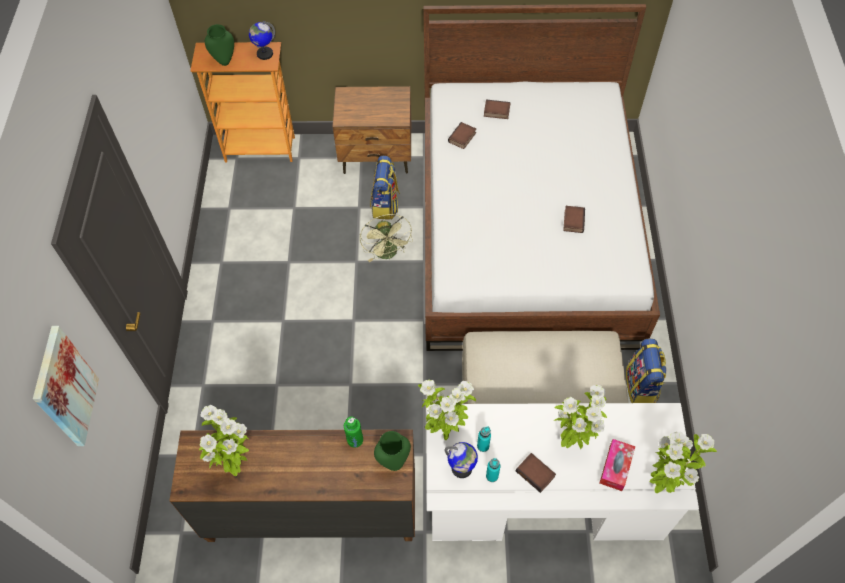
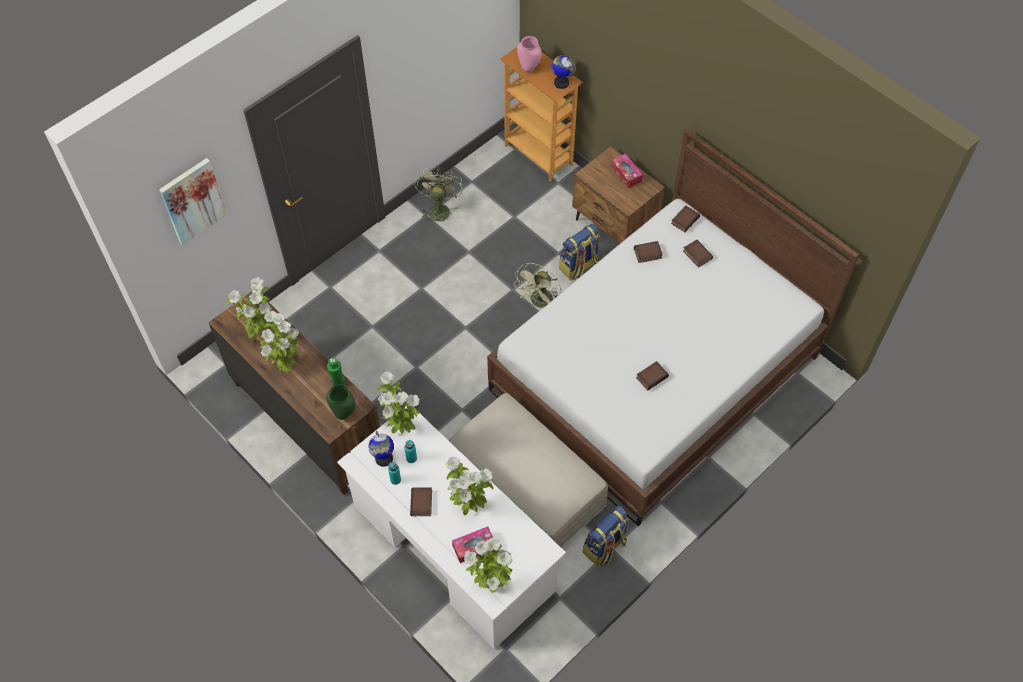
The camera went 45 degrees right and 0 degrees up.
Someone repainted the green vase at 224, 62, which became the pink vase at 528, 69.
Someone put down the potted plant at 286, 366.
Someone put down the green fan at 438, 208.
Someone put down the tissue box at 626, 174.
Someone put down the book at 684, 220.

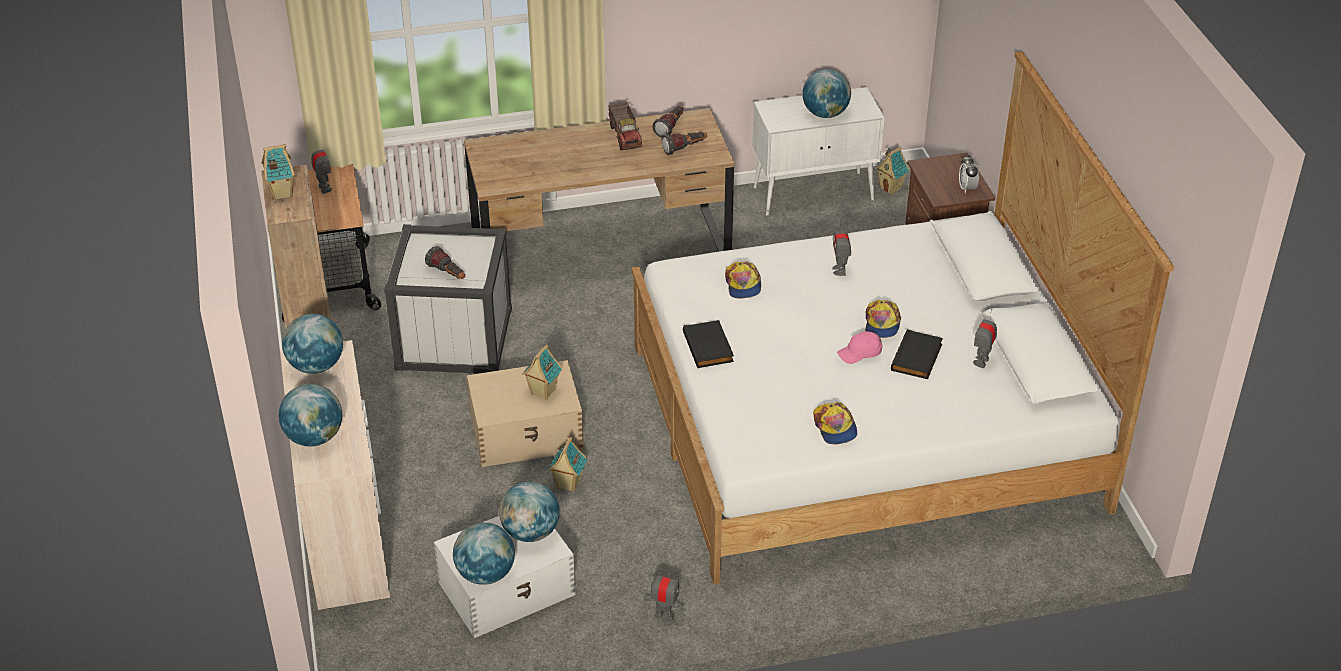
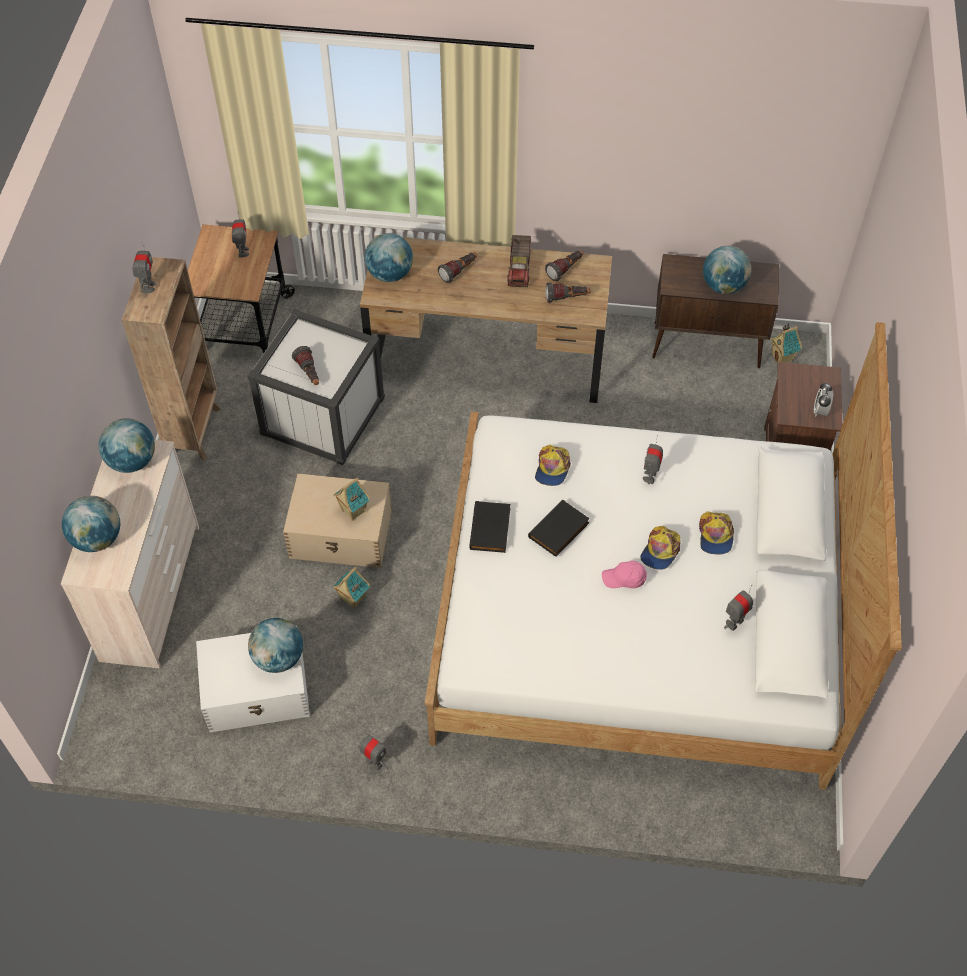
The camera went 20 degrees right and 15 degrees up.
Someone swapped the toy house at 281, 193 for the toy robot at 148, 287.
Someone carried the globe from 485, 574 to 390, 274.
Someone repainted the white cabinet at 814, 194, which became the brown cabinet at 707, 345.
Someone carried the cap from 835, 427 to 715, 535.
Someone carried the black book from 917, 358 to 559, 531.
Someone put down the flashlight at 459, 272.

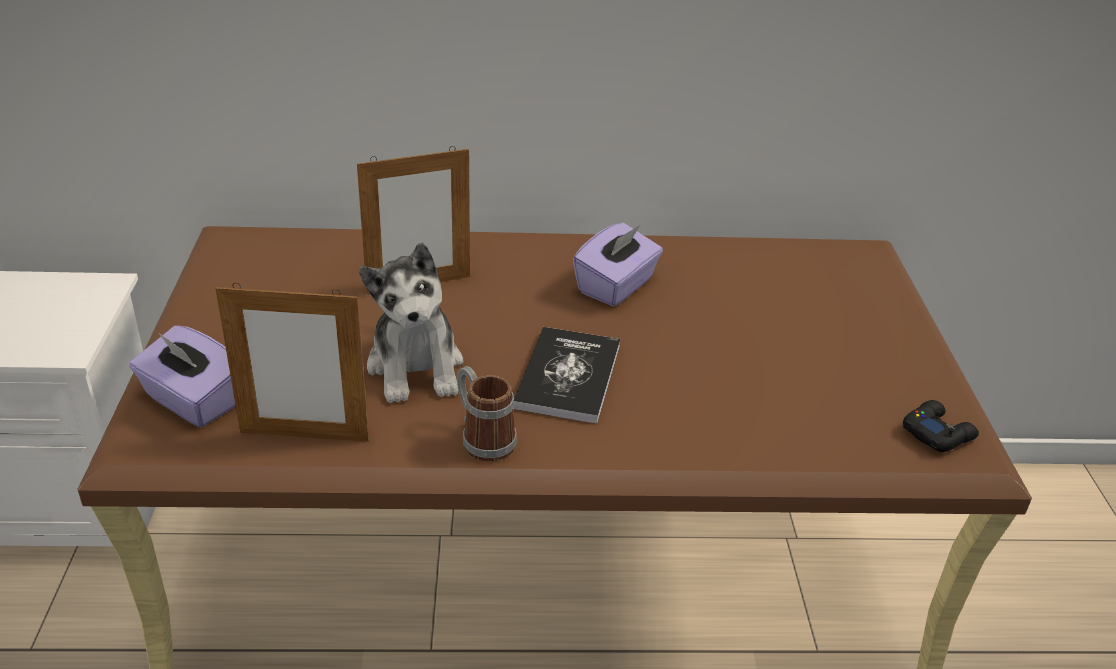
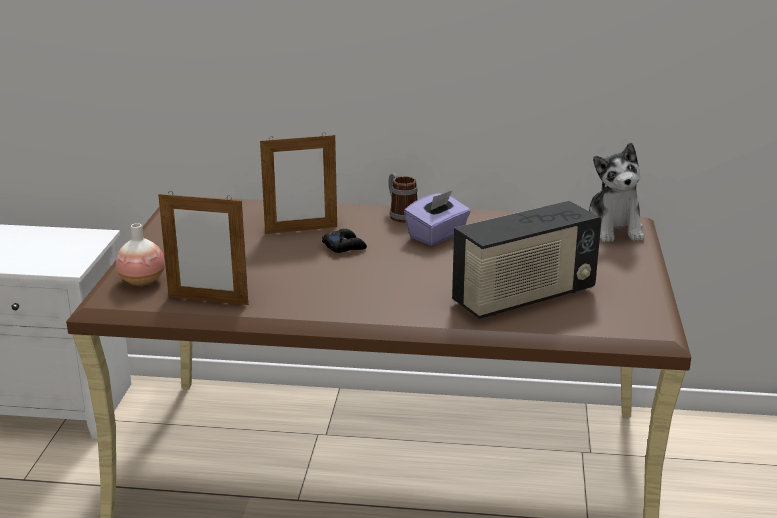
The camera went 10 degrees right and 10 degrees down.
Someone swapped the purple tissue box at 193, 401 for the vase at 142, 281.
Someone carried the plush toy from 416, 367 to 614, 228.
Someone carried the mug from 482, 438 to 400, 215.
Someone took away the book at 568, 376.
Someone carried the black game controller from 937, 433 to 344, 246.
Someone put down the radio at 524, 297.

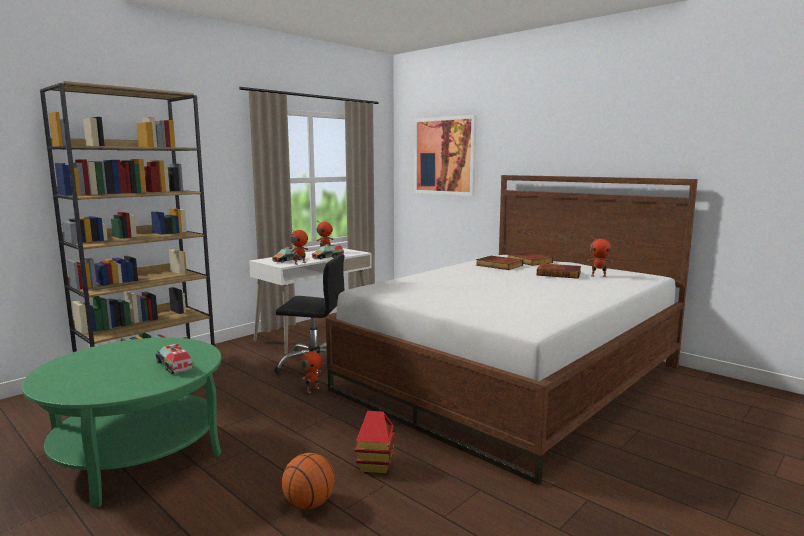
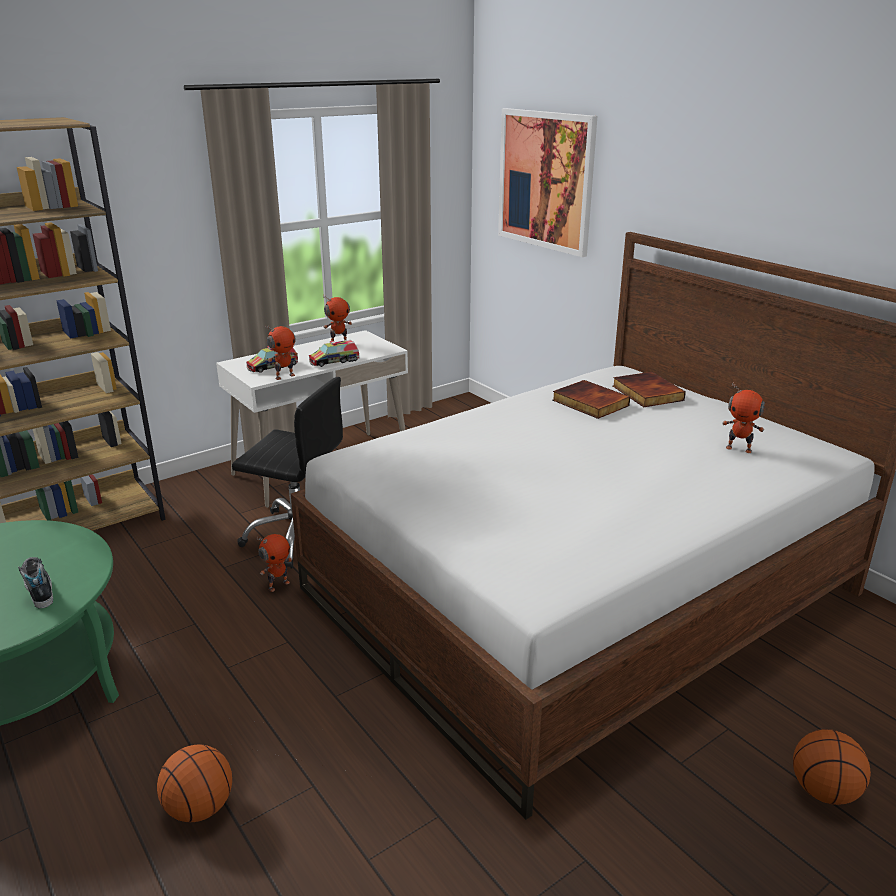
The camera went 10 degrees right and 15 degrees up.
Someone swapped the toy truck at 174, 365 for the shoe at 39, 590.
Someone took away the toy house at 375, 464.
Someone took away the book at 559, 273.
Someone put down the basketball at 823, 791.

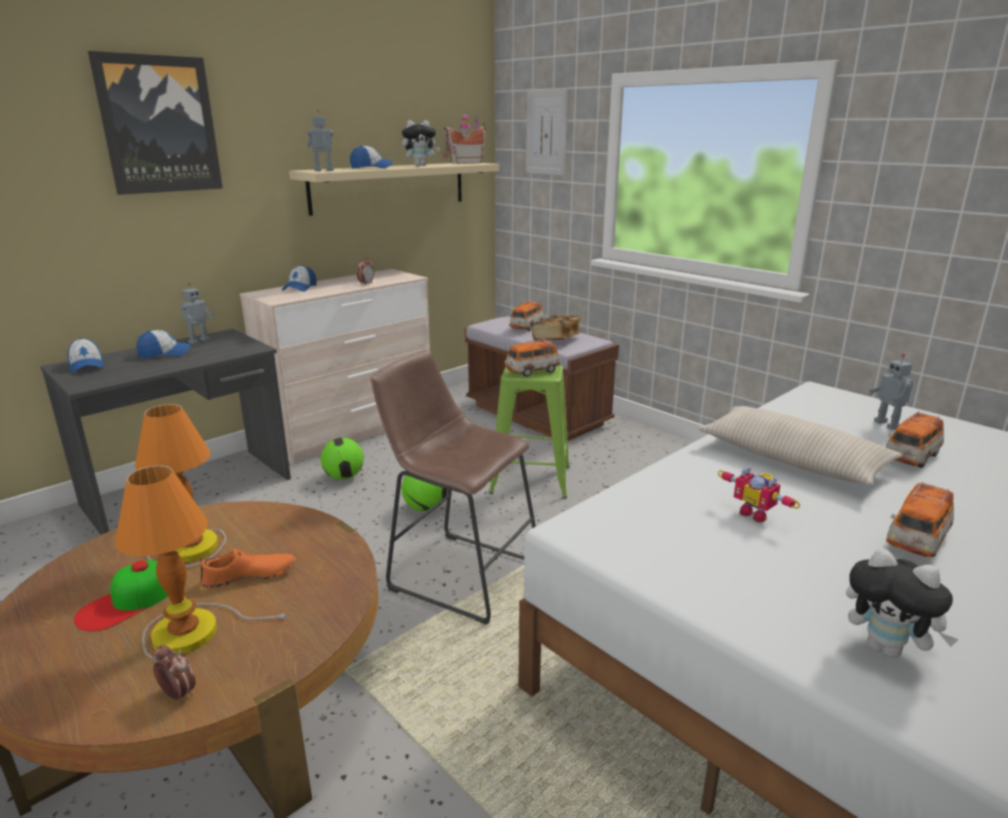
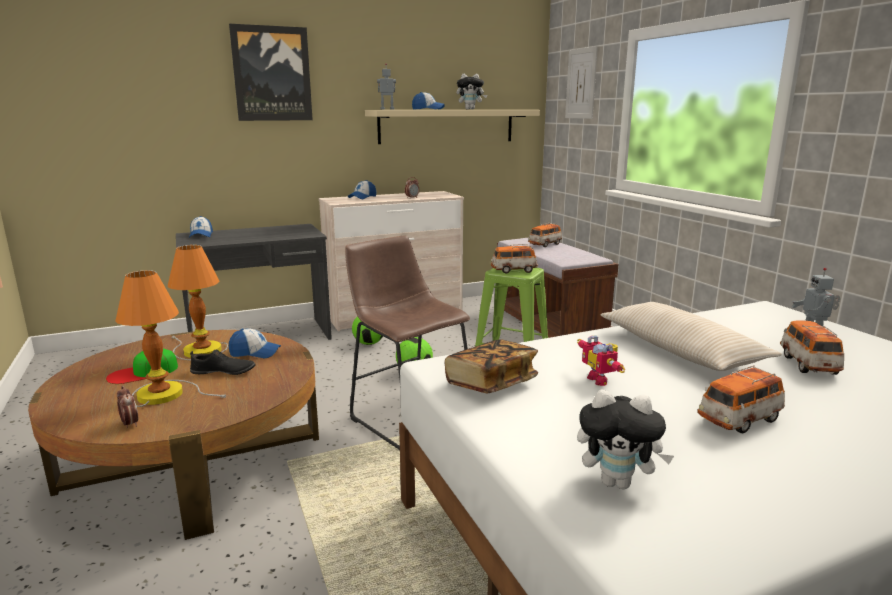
The camera went 20 degrees right and 5 degrees down.
Someone carried the cap from 165, 353 to 255, 353.
Someone took away the toy robot at 198, 341.
Someone repainted the orange shoe at 249, 576, which became the black shoe at 223, 372.
Someone took away the toy house at 464, 163.
Someone carried the book from 557, 339 to 491, 383.
Someone rotated the plush toy at 887, 649 by 45 degrees counterclockwise.
Someone rotated the toy car at 911, 457 by 120 degrees clockwise.

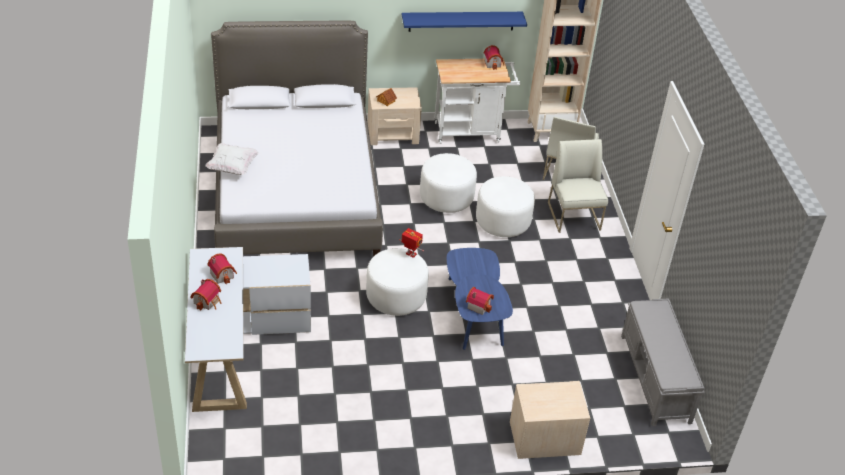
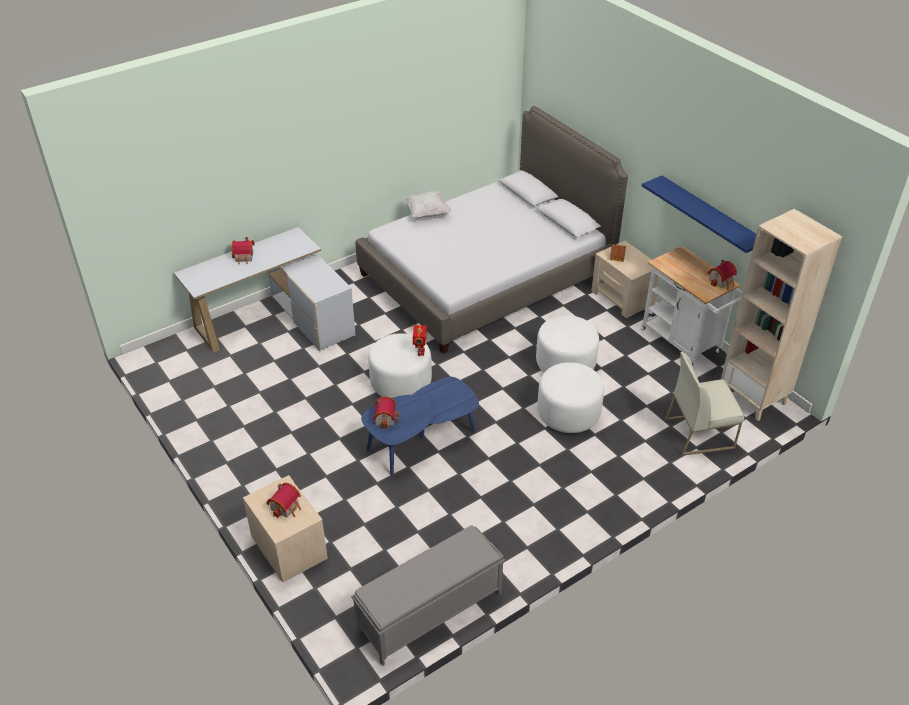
The camera went 65 degrees right and 0 degrees up.
Someone carried the toy house from 223, 274 to 286, 507.
Someone took away the white chair at 574, 216.

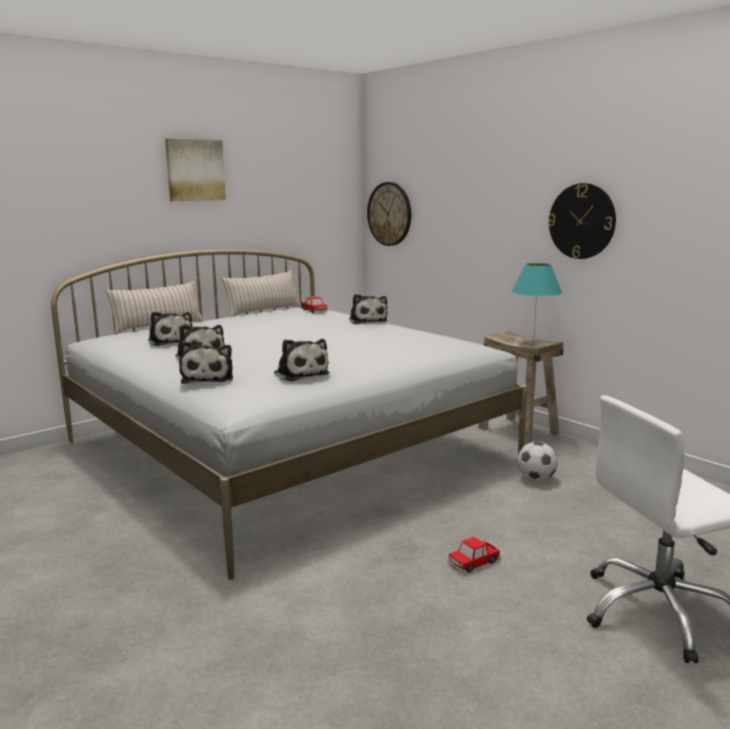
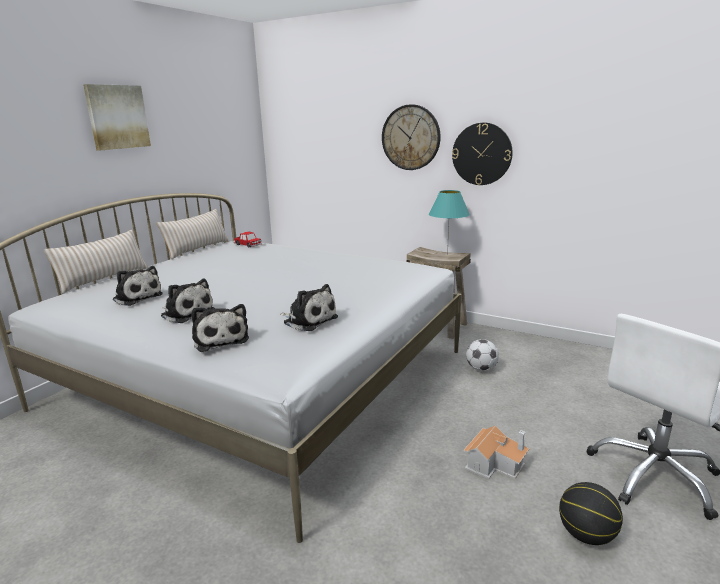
The camera went 20 degrees left and 5 degrees up.
Someone took away the plush toy at 367, 321.
Someone carried the wall clock from 389, 214 to 411, 137.
Someone swapped the toy car at 473, 562 for the toy house at 495, 463.
Someone put down the basketball at 586, 535.

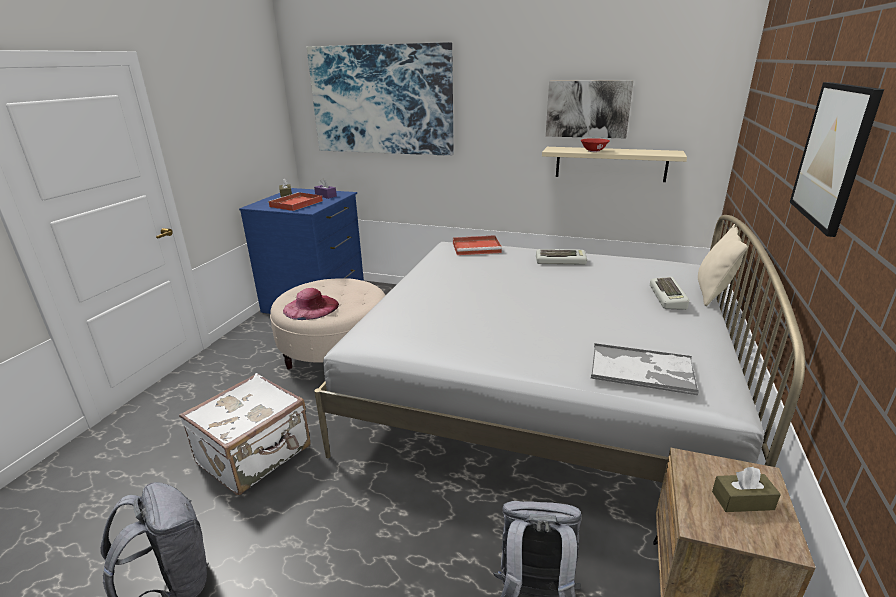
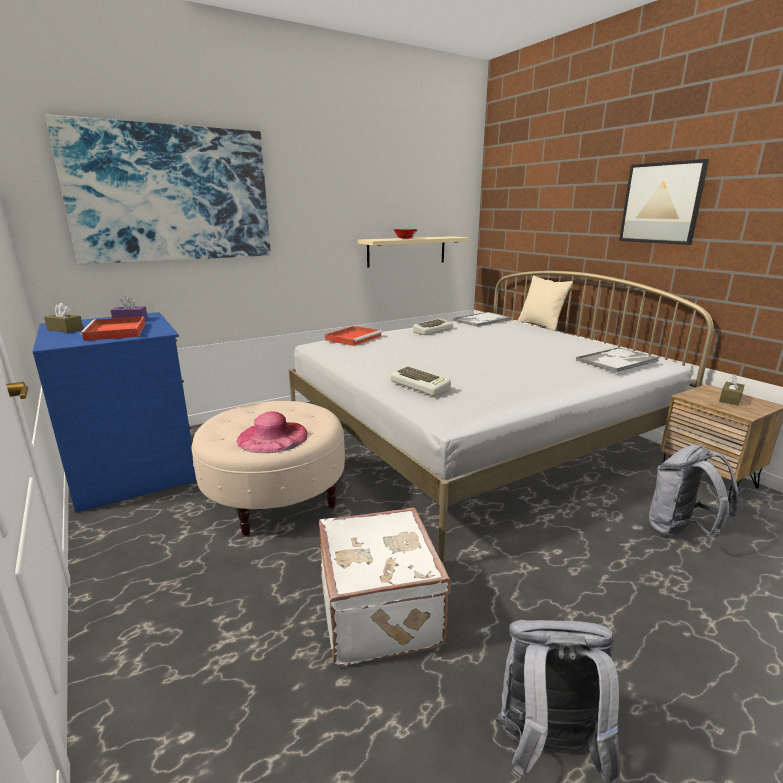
The camera went 50 degrees left and 5 degrees down.
Someone took away the picture at 587, 109.
Someone carried the keyboard from 669, 297 to 421, 385.
Someone put down the tray at 482, 320.

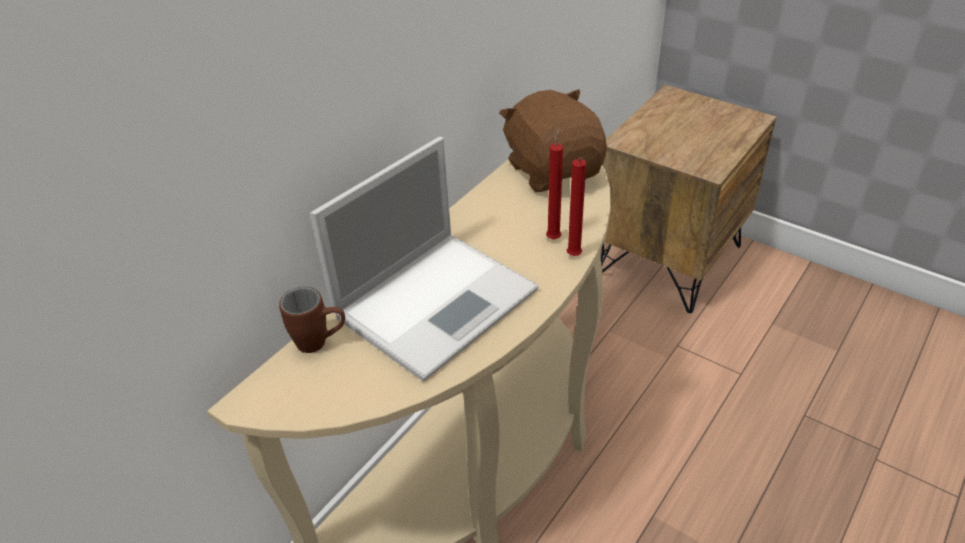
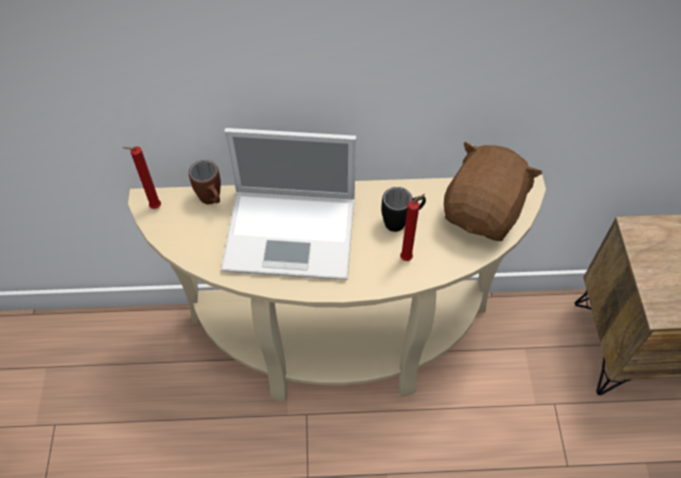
The camera went 50 degrees right and 15 degrees up.
Someone carried the red candle from 573, 257 to 154, 207.
Someone put down the black mug at 401, 222.

